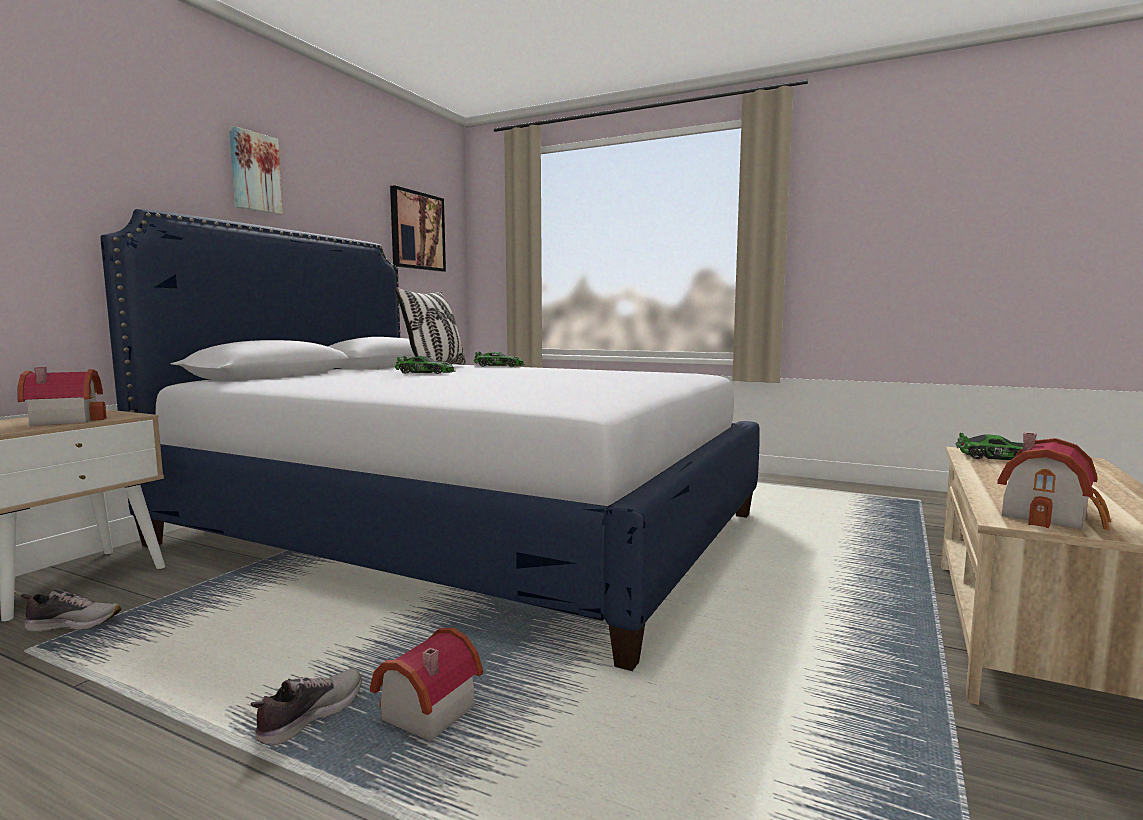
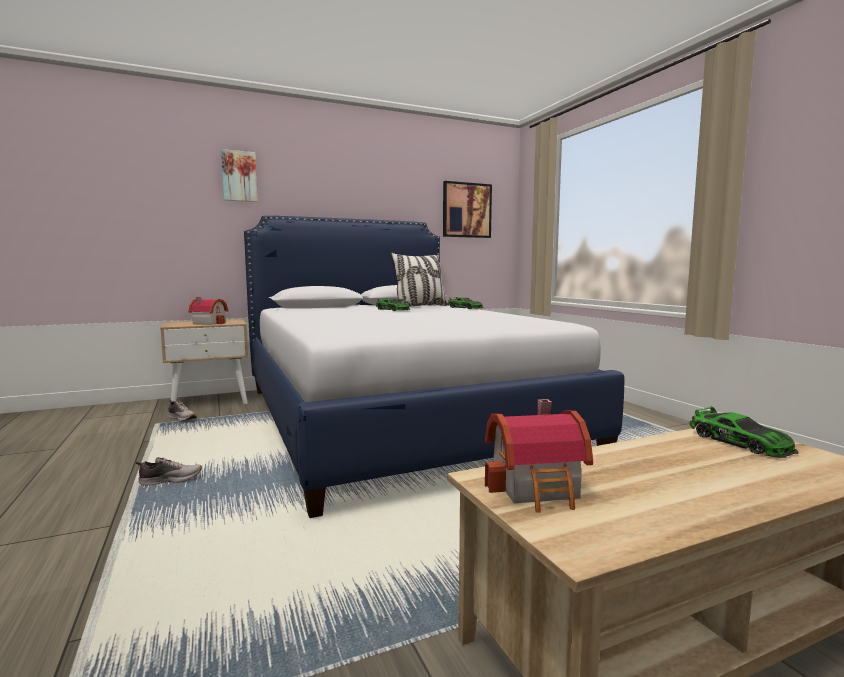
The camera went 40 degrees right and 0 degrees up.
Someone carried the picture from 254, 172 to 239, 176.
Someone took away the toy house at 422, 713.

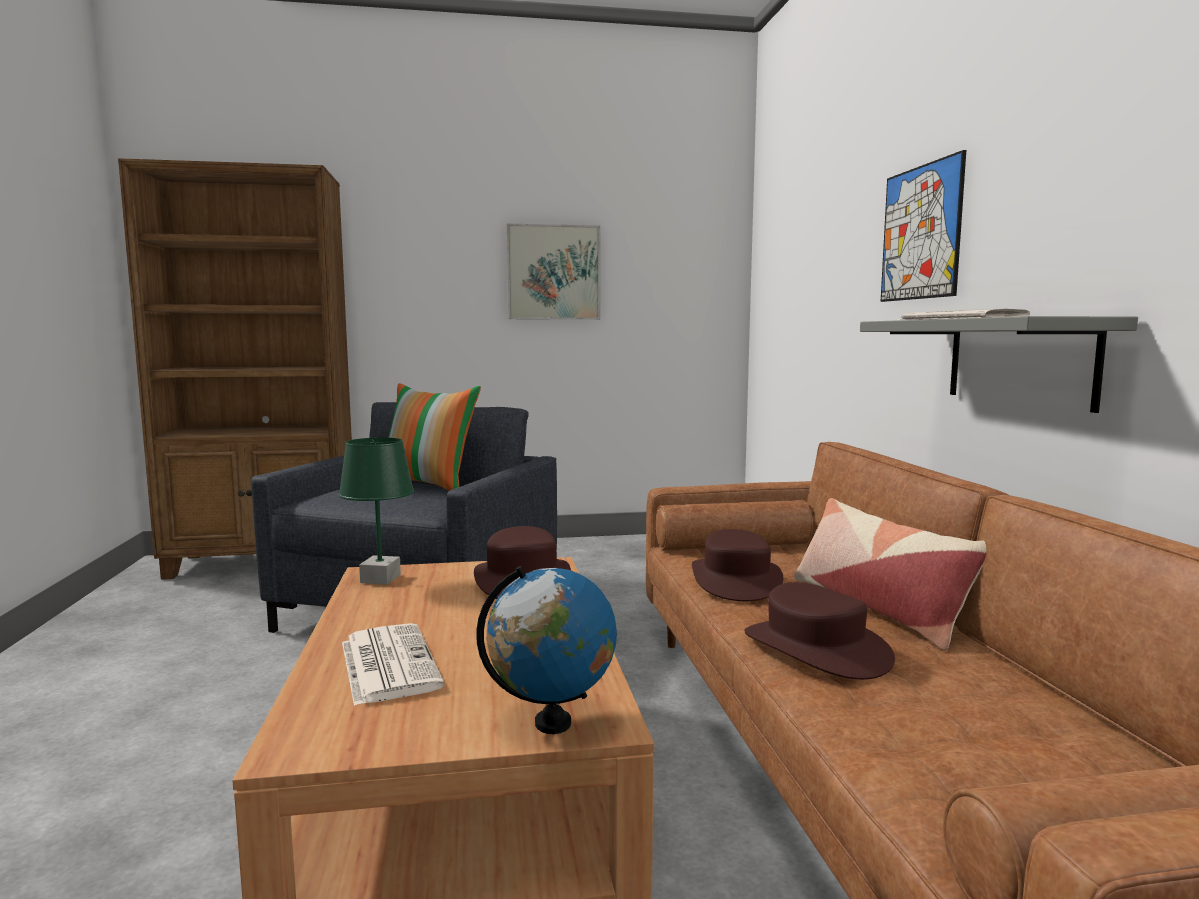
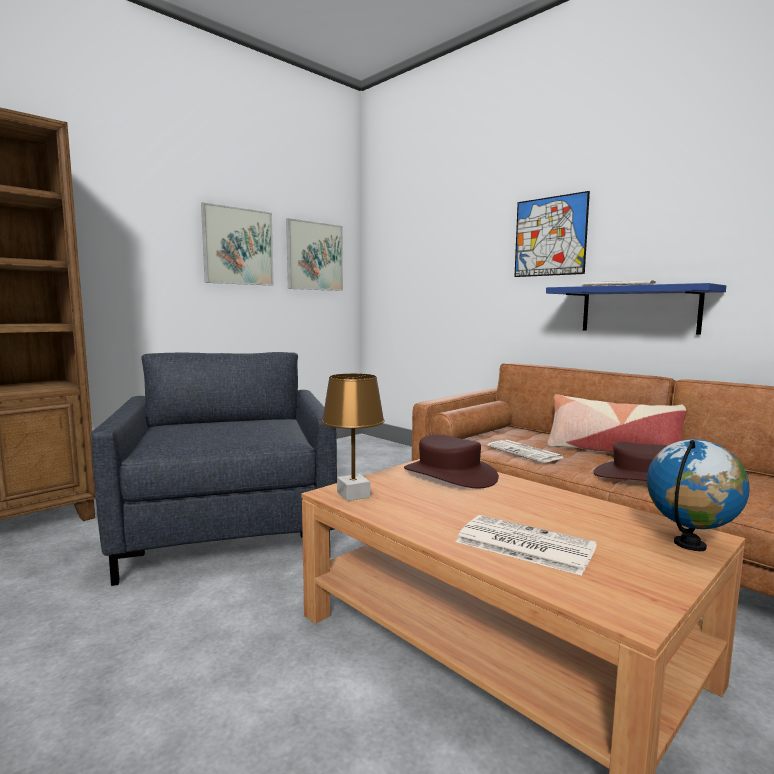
The camera went 35 degrees left and 0 degrees up.
Someone repainted the green table lamp at 381, 579, which became the brown table lamp at 354, 495.
Someone took away the pillow at 428, 485.
Someone swapped the brown hat at 736, 580 for the newspaper at 525, 452.
Someone repainted the grey shelf at 1019, 361, which became the blue shelf at 639, 309.
Someone put up the picture at 314, 256.

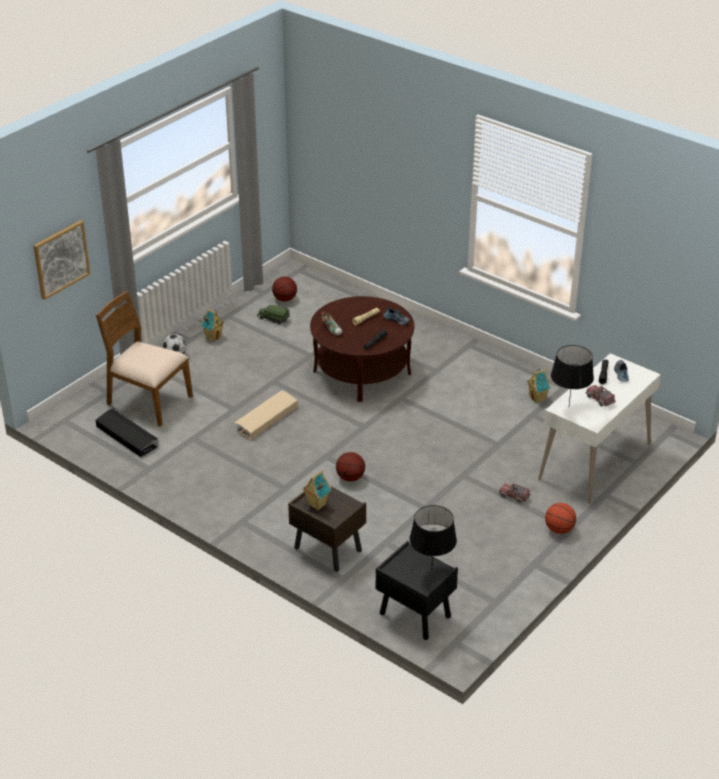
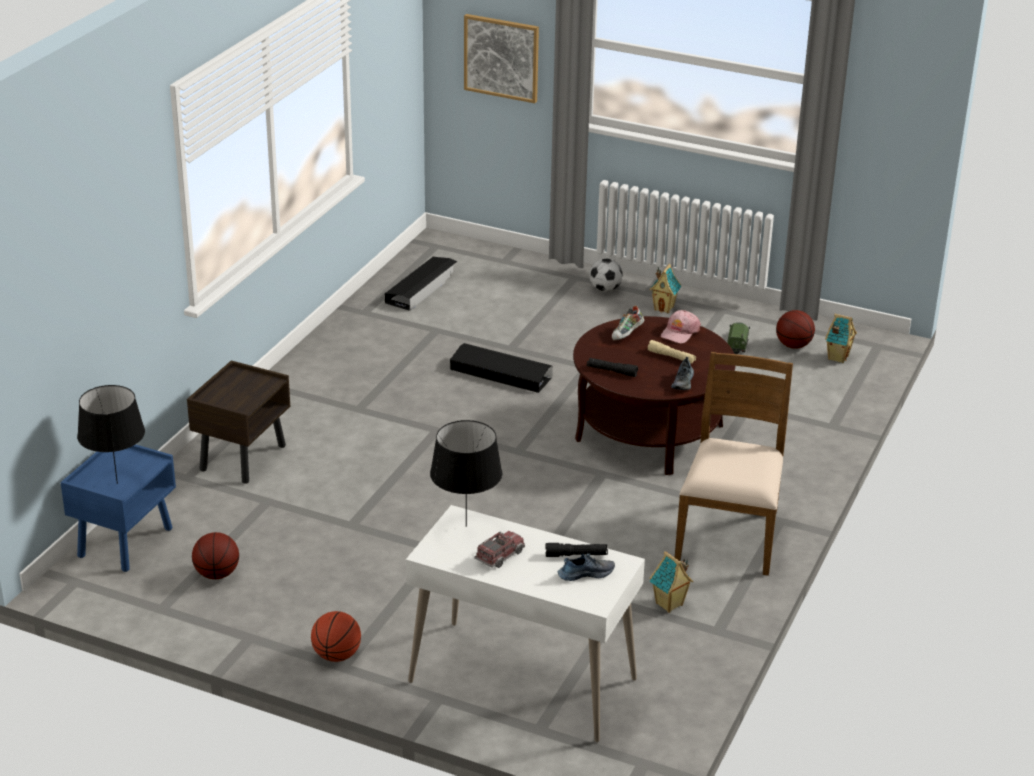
The camera went 75 degrees right and 5 degrees down.
Someone carried the brown chair from 148, 401 to 730, 534.
Someone repainted the beige storage box at 266, 419, which became the black storage box at 500, 374.
Someone carried the toy house from 316, 505 to 837, 357.
Someone carried the basketball from 350, 478 to 217, 574.
Someone repainted the black nightstand at 414, 615, which became the blue nightstand at 125, 542.
Someone took away the toy truck at 514, 496.
Someone put down the pink cap at 679, 332.

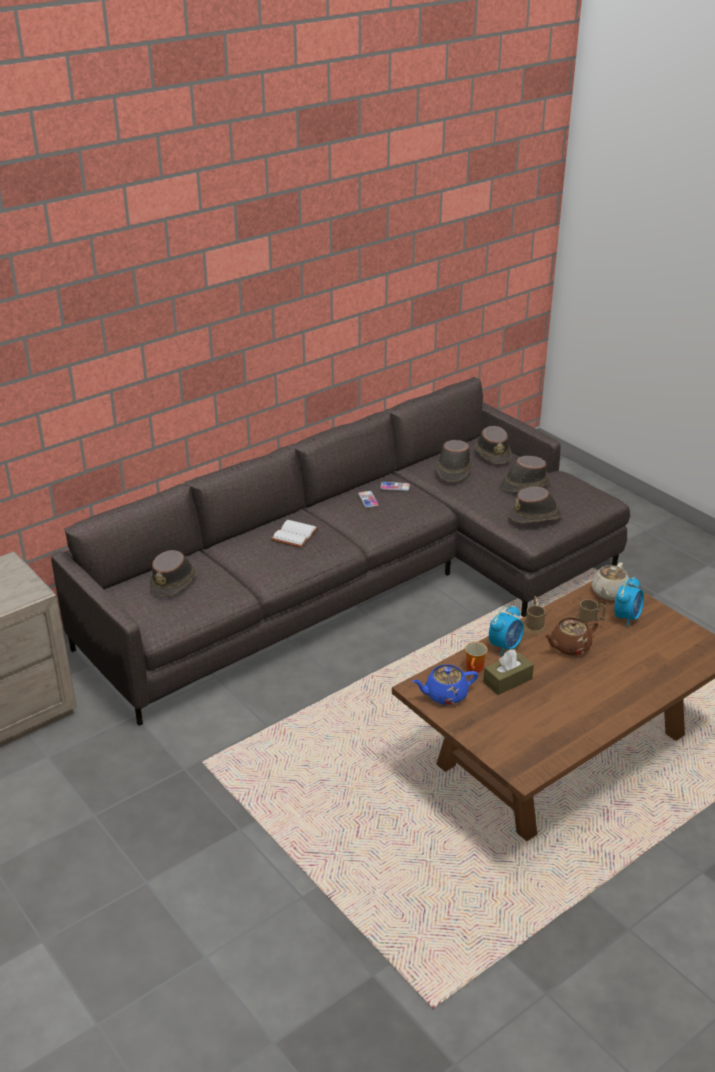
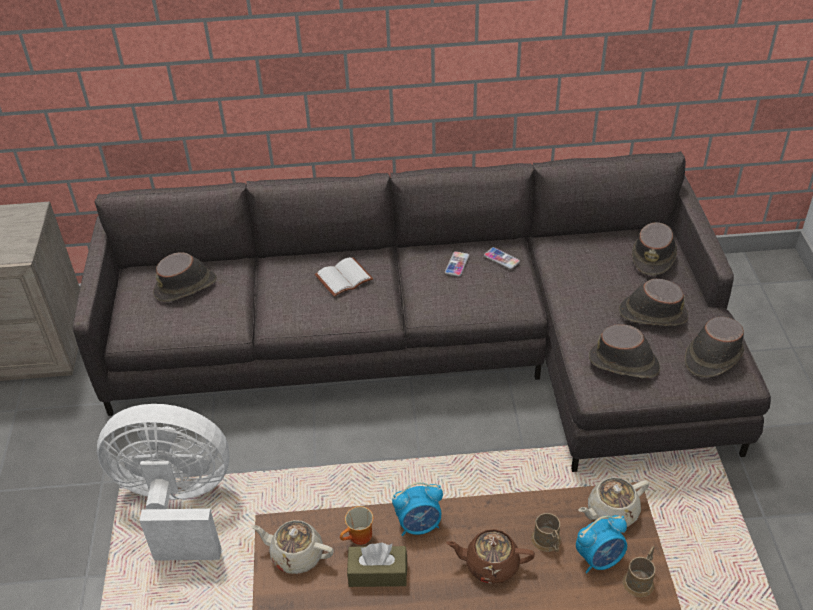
The camera went 35 degrees right and 10 degrees up.
Someone repainted the blue teapot at 445, 695, which became the beige teapot at 296, 555.
Someone carried the brown hat from 453, 470 to 712, 356.
Someone carried the brown mug from 534, 625 to 640, 579.
Someone put down the white fan at 177, 506.

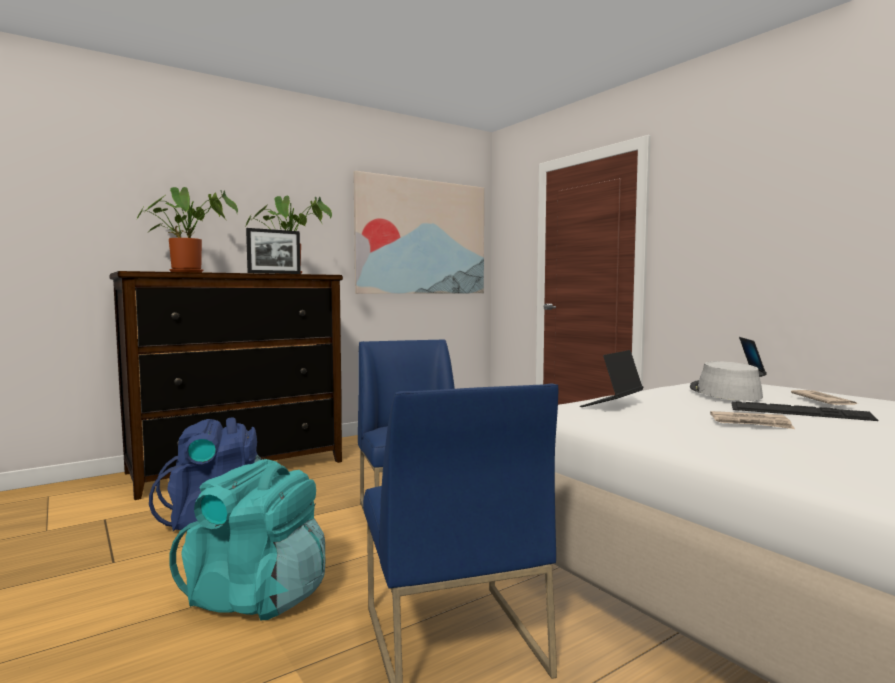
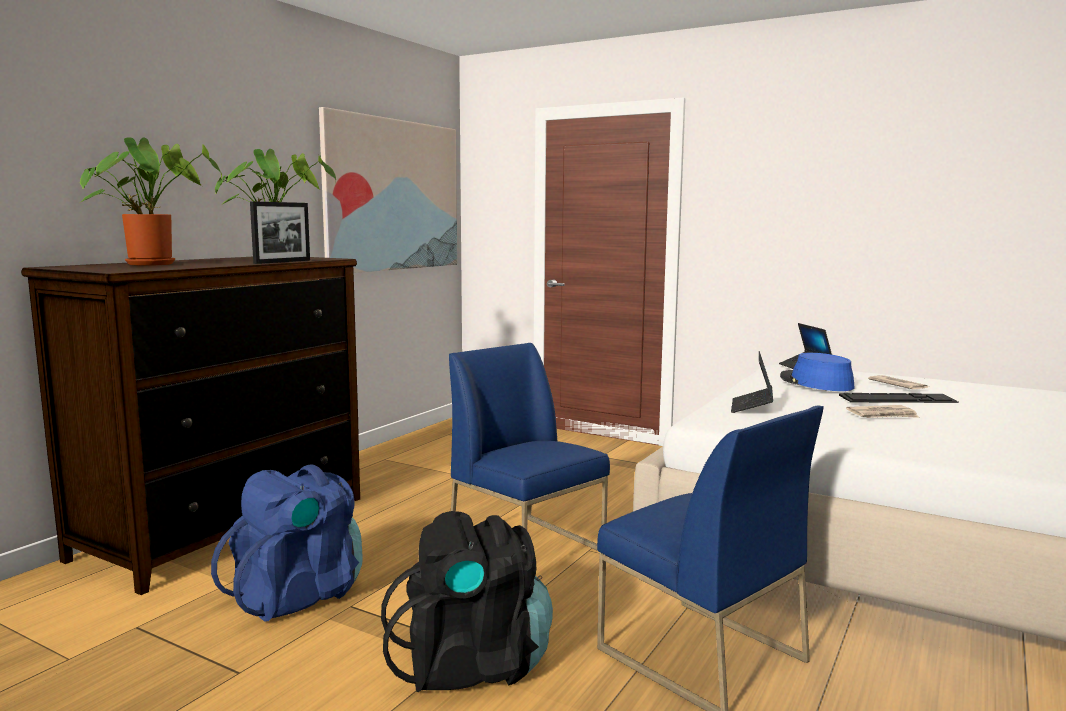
The camera went 25 degrees left and 5 degrees up.
Someone repainted the turquoise backpack at 257, 596, which became the black backpack at 472, 665.
Someone repainted the grey hat at 724, 392, which became the blue hat at 815, 383.

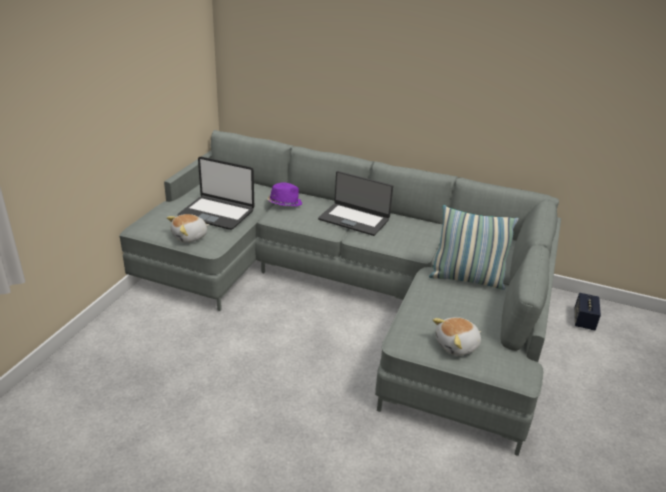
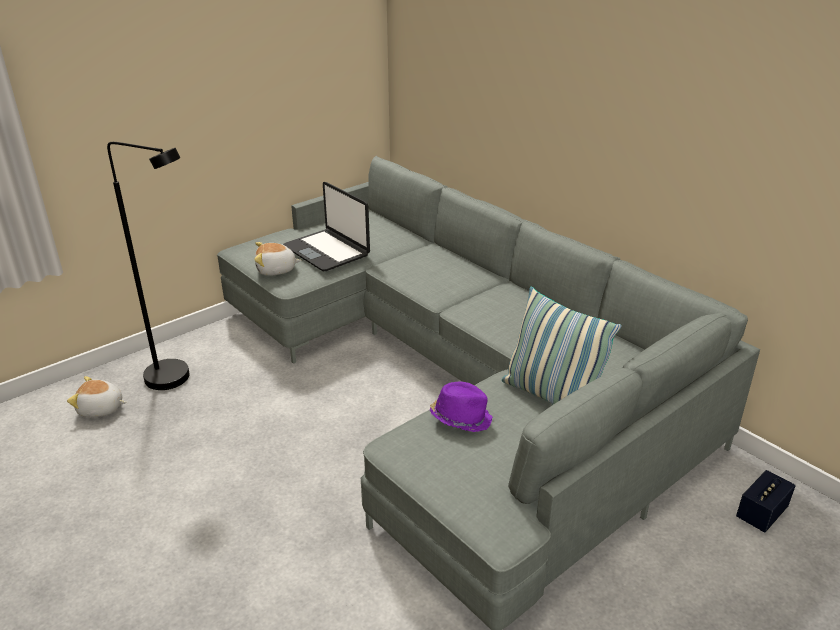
The camera went 30 degrees right and 0 degrees up.
Someone carried the purple hat from 284, 203 to 460, 418.
Someone took away the laptop at 354, 219.
Someone carried the plush toy from 457, 346 to 101, 409.
Someone put down the black floor lamp at 177, 380.

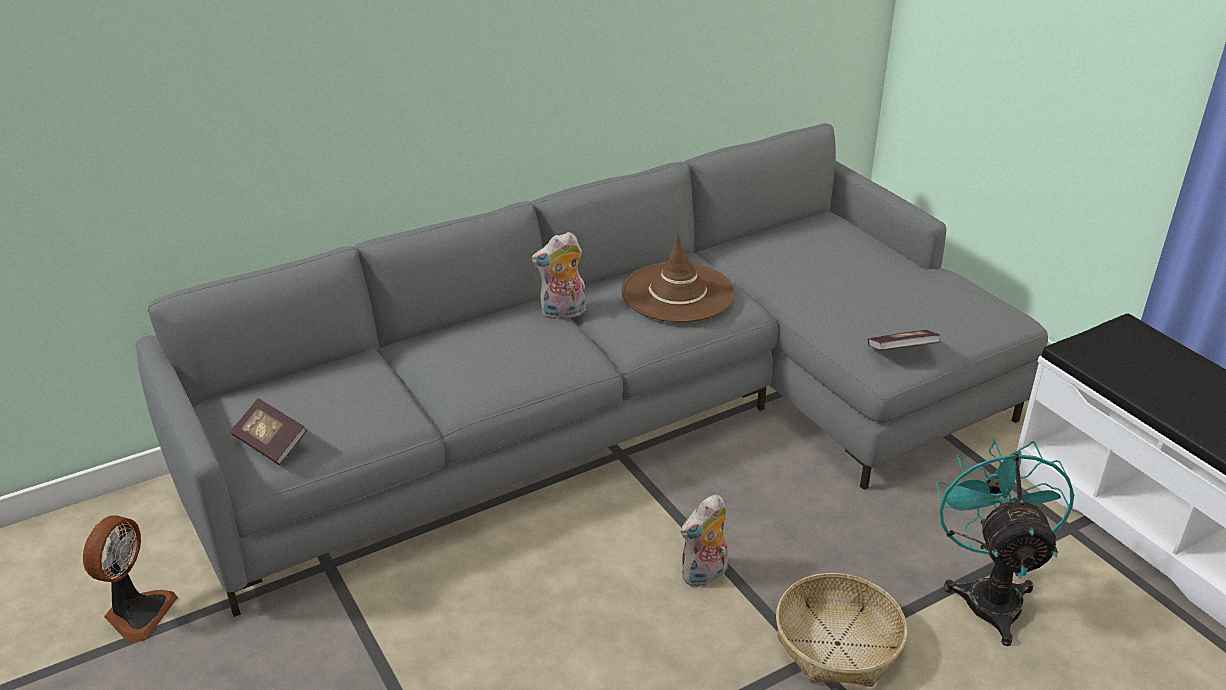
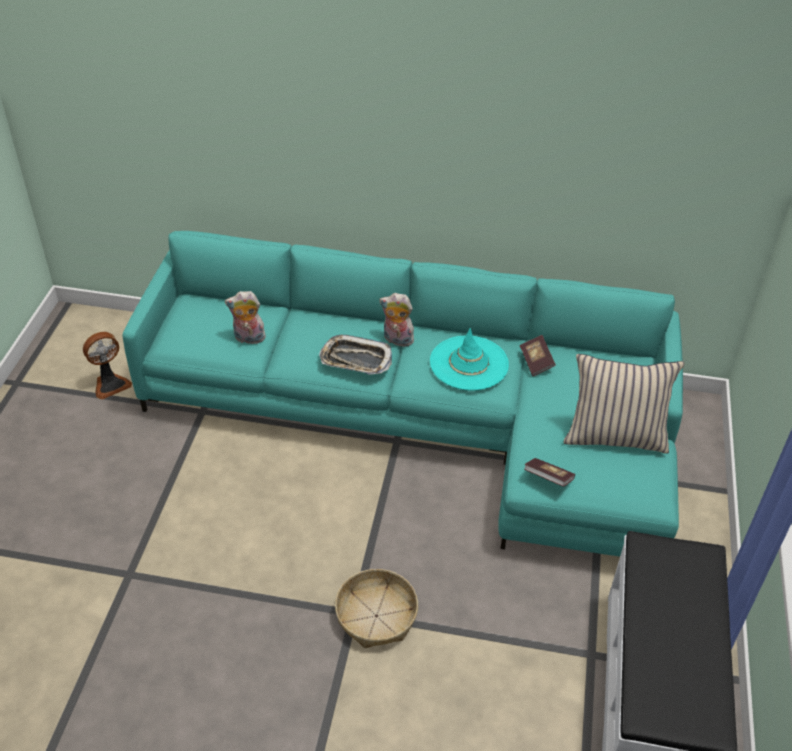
The camera went 40 degrees right and 10 degrees up.
Someone repainted the grey sofa at 629, 416, which became the turquoise sofa at 428, 421.
Someone carried the book from 271, 443 to 536, 362.
Someone repainted the brown hat at 678, 293, which became the turquoise hat at 469, 363.
Someone carried the plush toy from 705, 576 to 248, 339.
Someone took away the turquoise fan at 989, 594.
Someone put down the tray at 355, 359.
Someone put down the beige pillow at 614, 436.

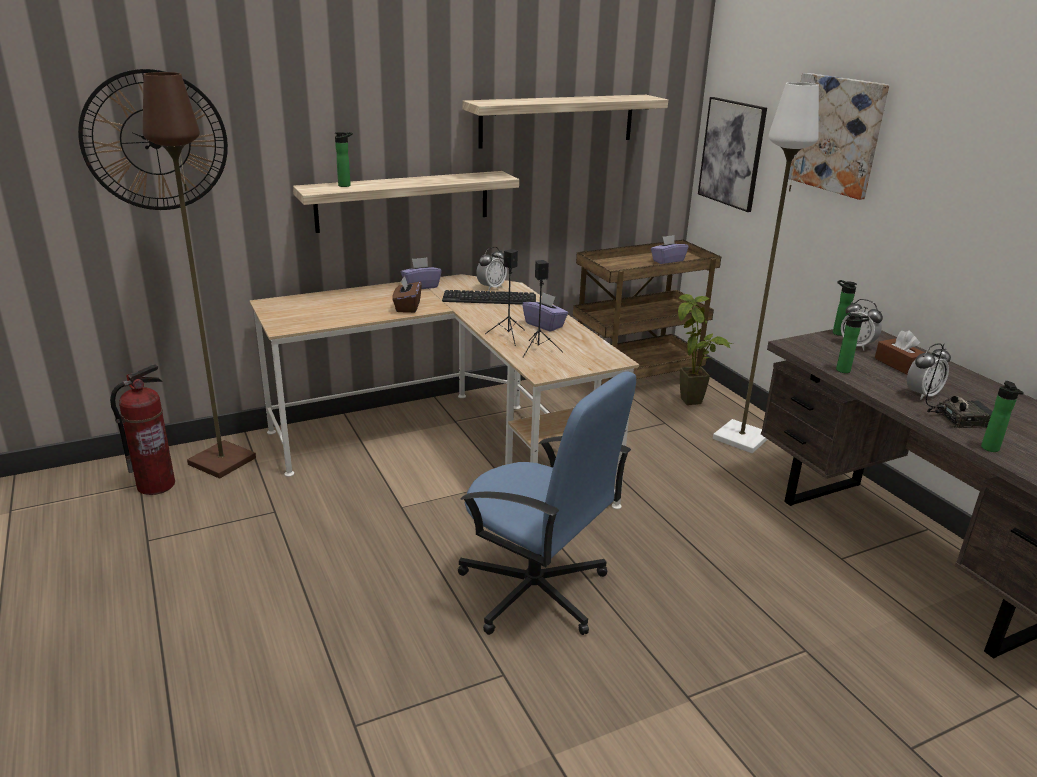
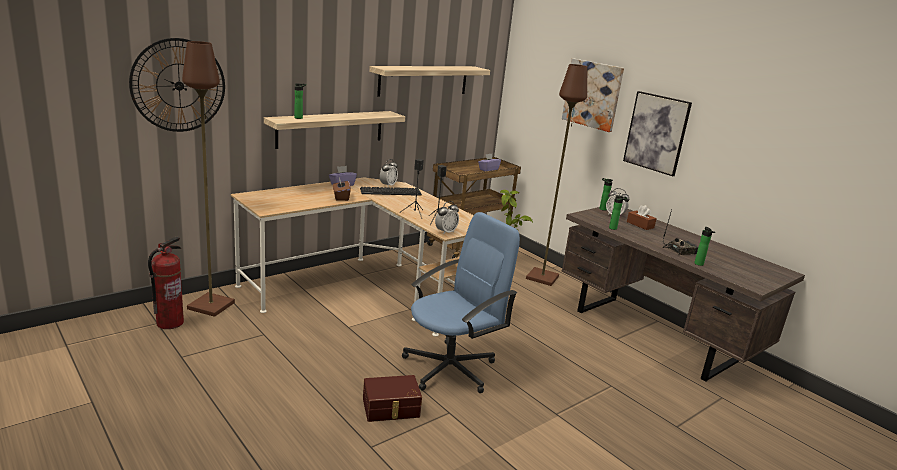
The camera went 15 degrees left and 5 degrees down.
Someone rotated the blue office chair at 535, 591 by 60 degrees counterclockwise.
Someone took away the purple tissue box at 544, 325.
Someone carried the picture from 732, 153 to 656, 133.
Someone repainted the white floor lamp at 742, 438, which became the brown floor lamp at 543, 277.
Someone carried the alarm clock from 922, 394 to 445, 232.
Someone put down the brown storage box at 391, 408.

